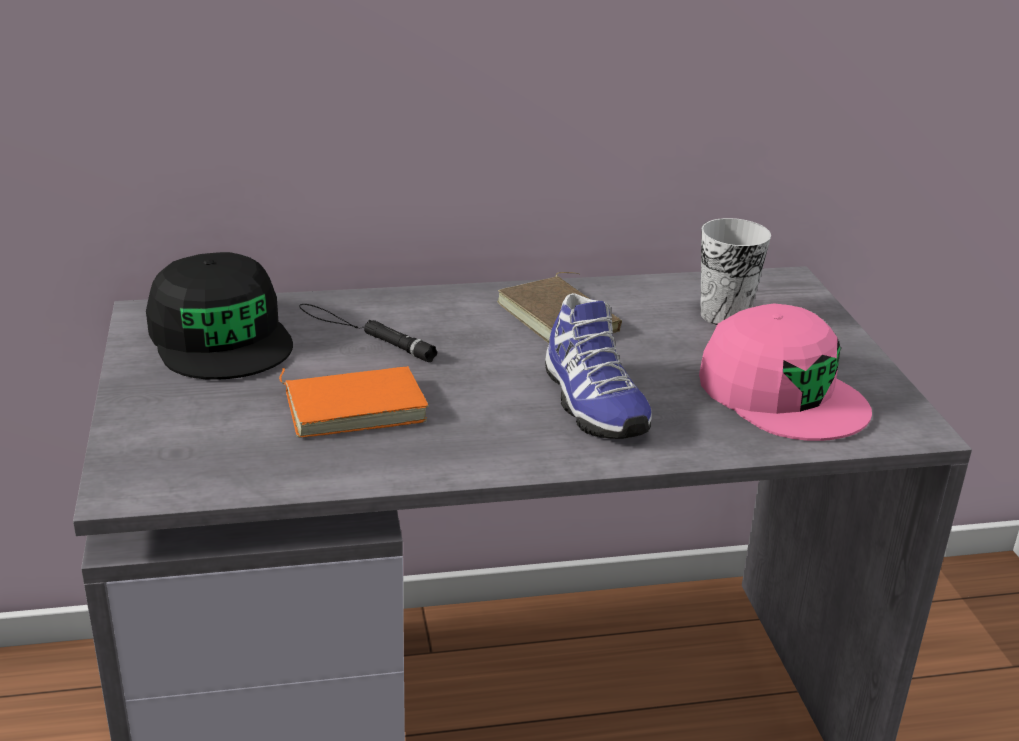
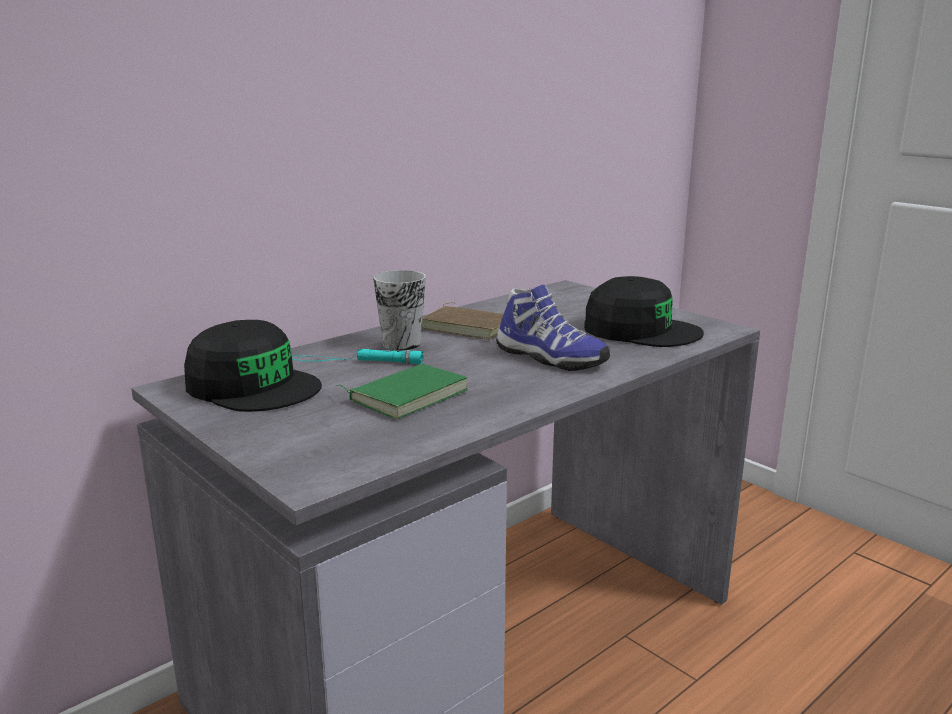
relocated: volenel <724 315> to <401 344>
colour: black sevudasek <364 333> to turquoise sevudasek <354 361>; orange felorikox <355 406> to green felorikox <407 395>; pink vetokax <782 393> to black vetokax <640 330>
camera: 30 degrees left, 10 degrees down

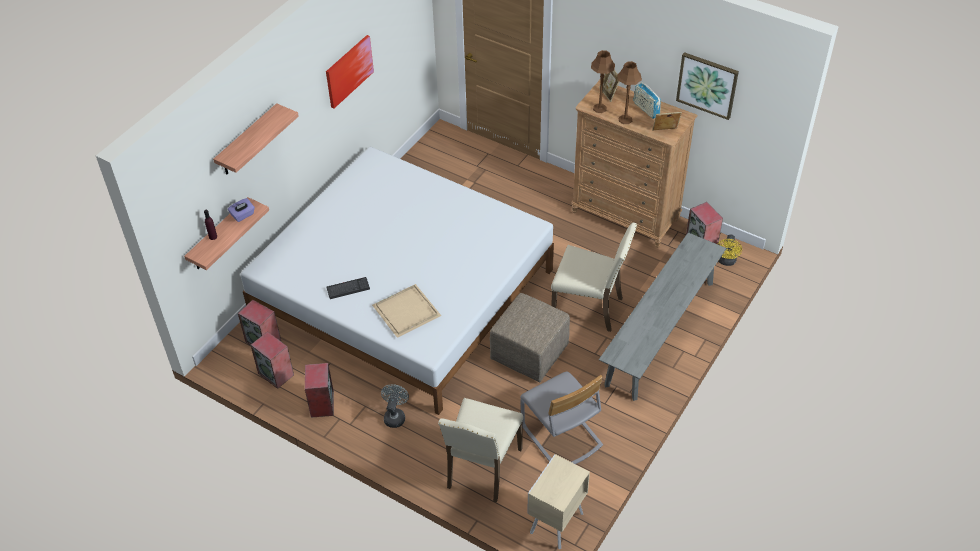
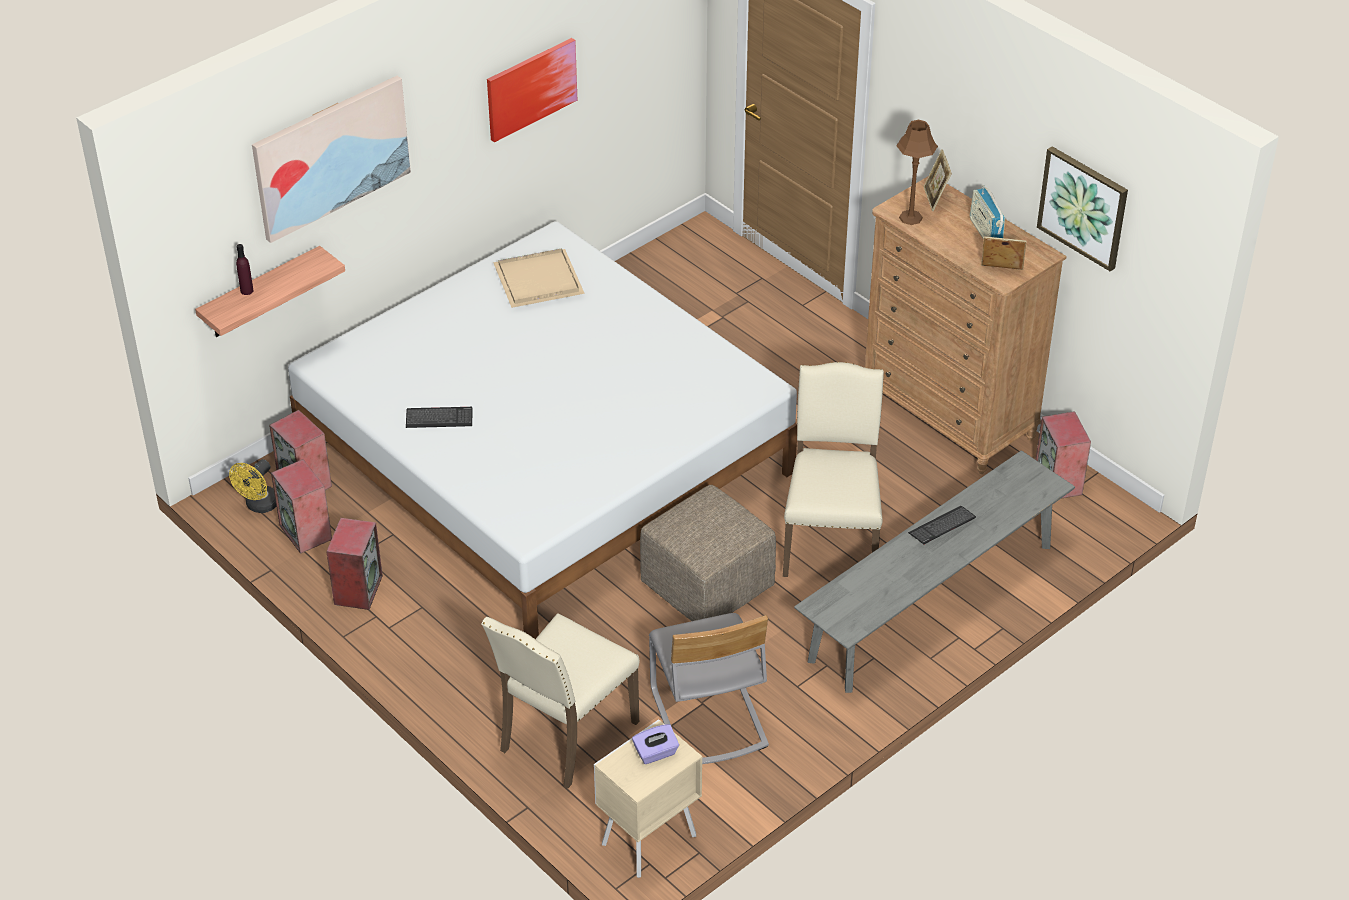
missing: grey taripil <395 416>; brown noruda <625 119>
appeared: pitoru <942 526>
relocated: yellow taripil <726 261> to <259 506>; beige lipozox <406 313> to <537 281>; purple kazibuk <243 215> to <656 753>
exchanged: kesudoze <248 141> to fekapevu <331 156>
spun: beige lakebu <589 308> = <831 541> 120 degrees counterclockwise
camera: 15 degrees right, 5 degrees down

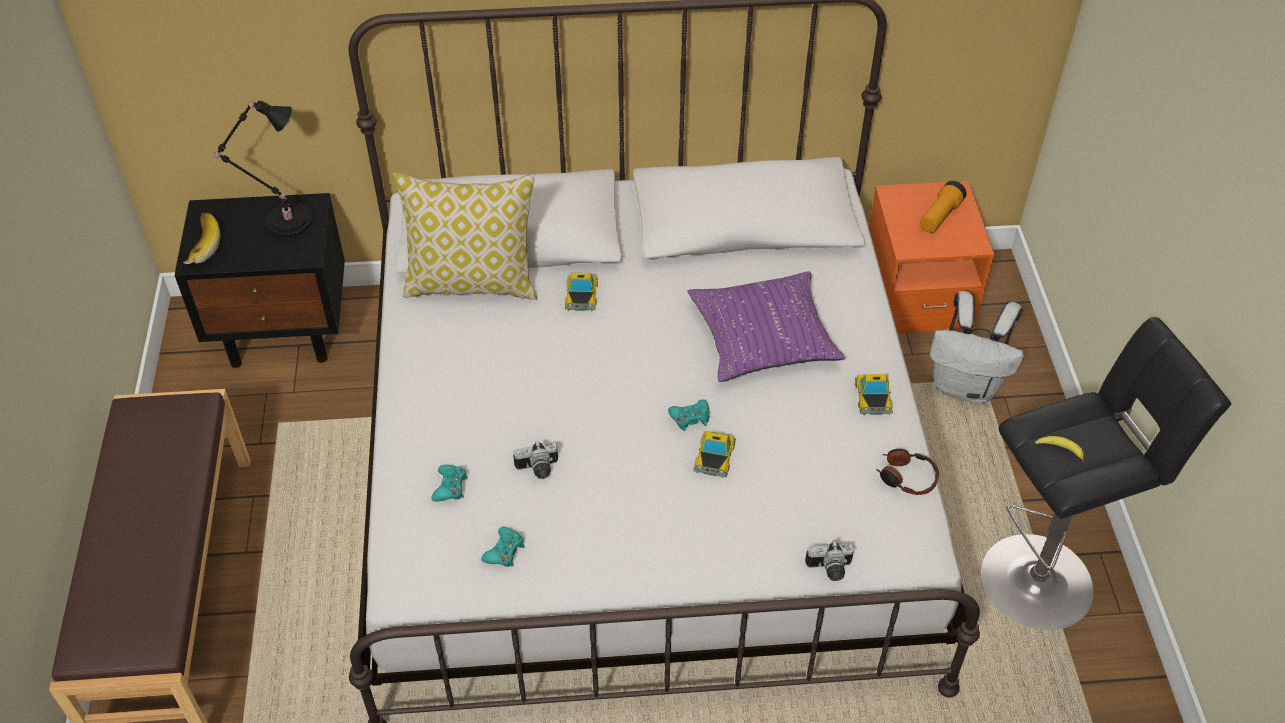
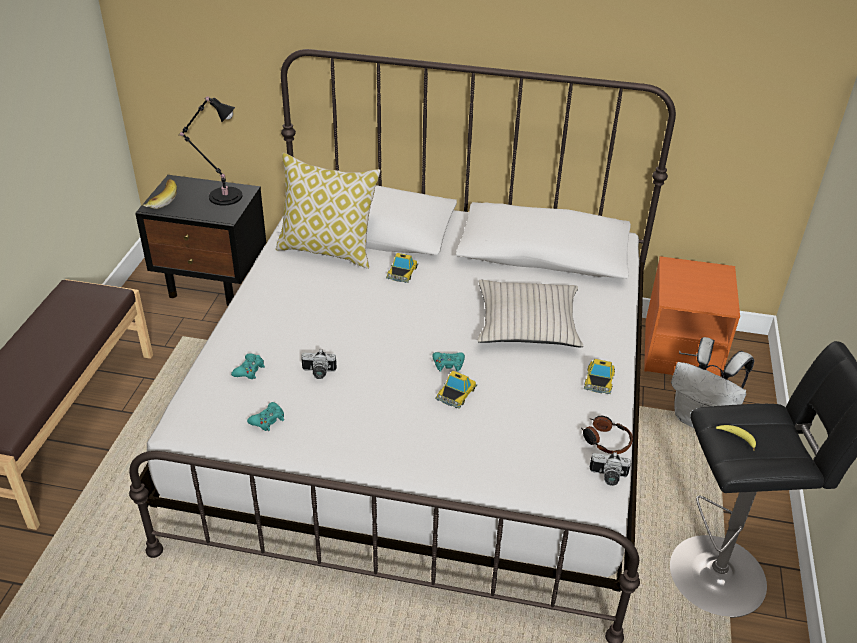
missing: sevudasek <940 216>
relocated: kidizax <829 570> to <608 477>
colour: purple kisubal <764 337> to beige kisubal <527 324>
camera: 15 degrees right, 10 degrees down

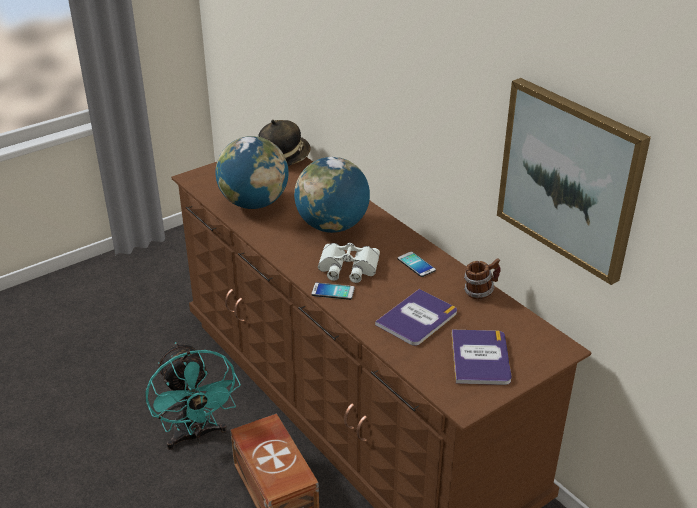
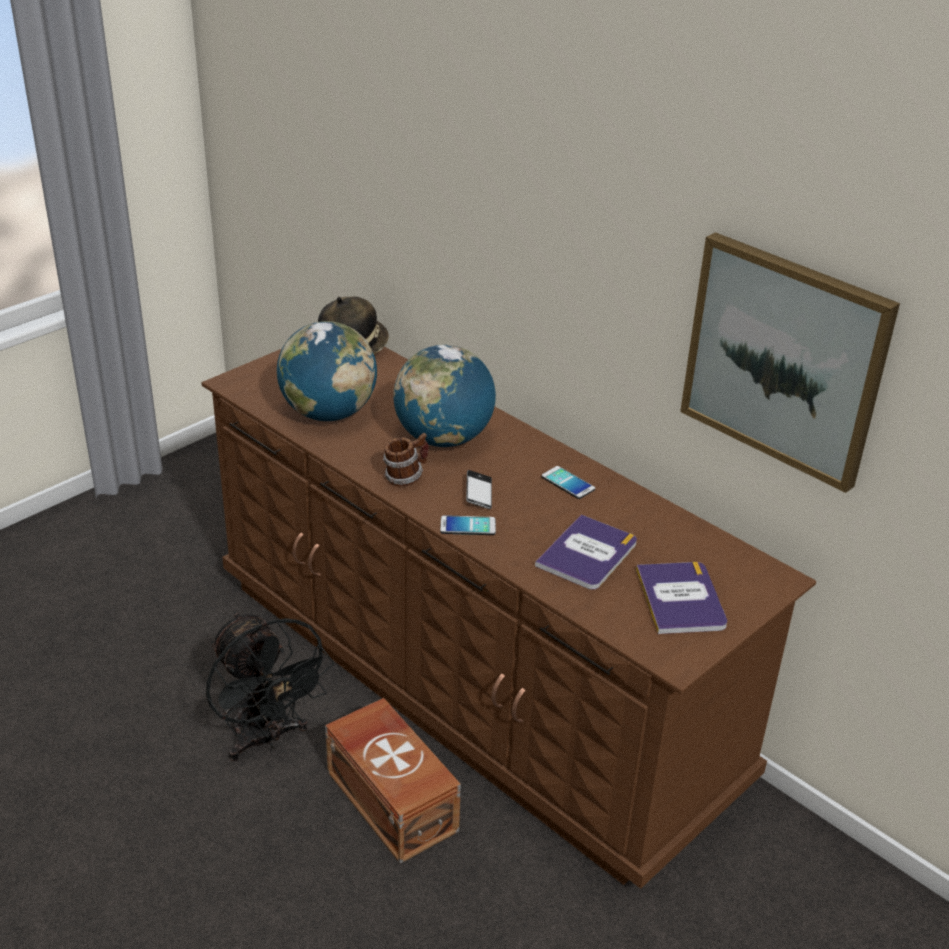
relocated: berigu <480 292> to <405 477>
exchanged: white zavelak <347 268> to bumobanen <478 493>
colour: turquoise taripil <196 435> to black taripil <266 739>
camera: 10 degrees left, 0 degrees up

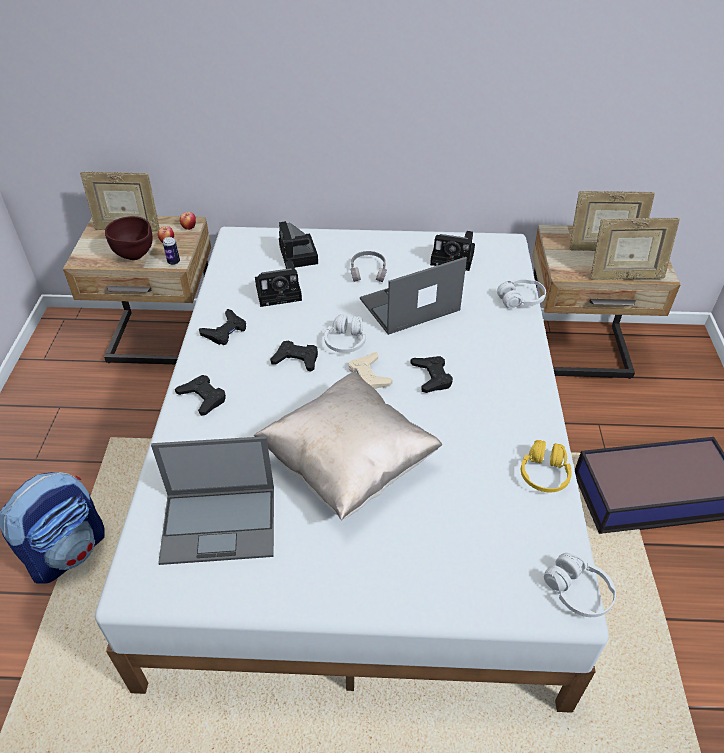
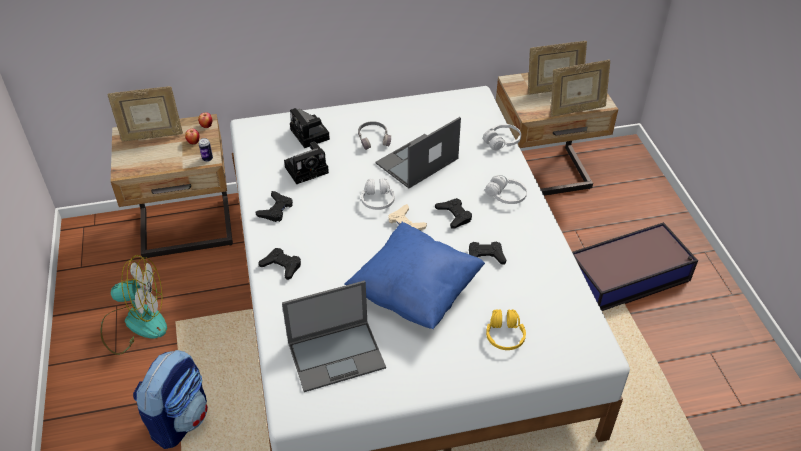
missing: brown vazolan <136 257>; kidizax <454 258>
appeared: taripil <135 323>
relocated: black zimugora <296 359> to <485 256>; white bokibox <577 592> to <506 196>; yellow bokibox <544 474> to <504 335>
colour: beige kisubal <348 464> to blue kisubal <415 292>
camera: 15 degrees left, 0 degrees up

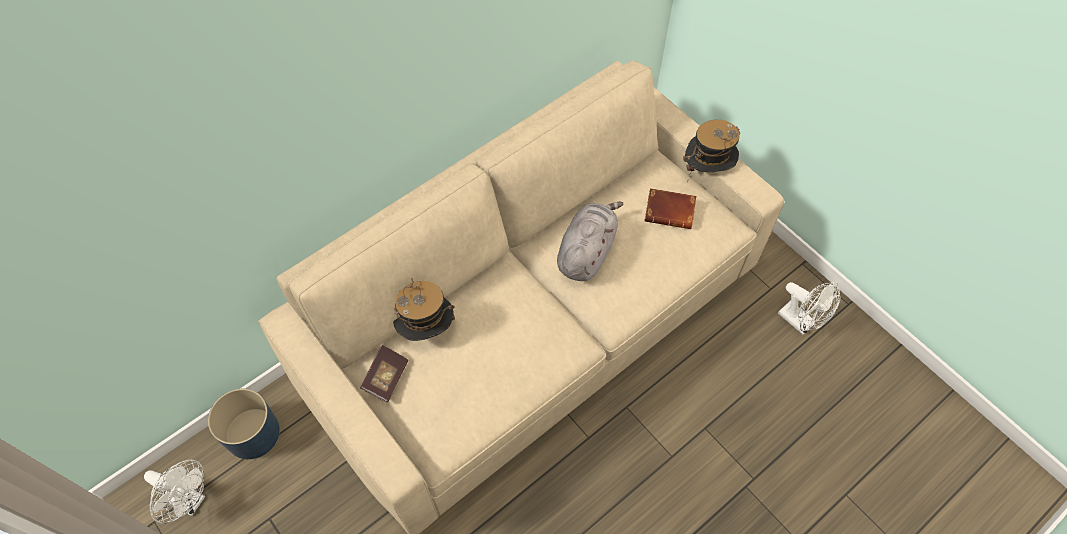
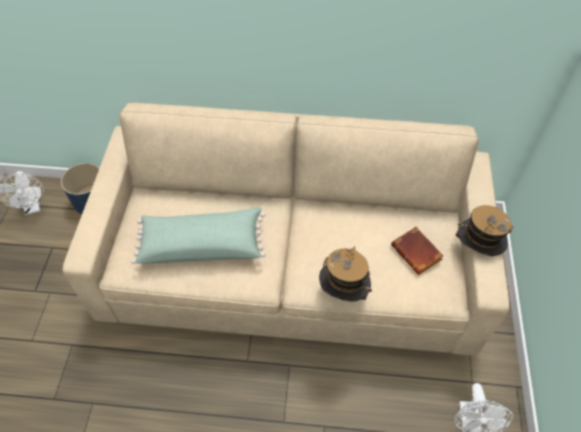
missing: felorikox <386 378>; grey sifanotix <586 251>
appeared: green kisubal <202 244>
relocated: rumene <426 329> to <343 292>
camera: 45 degrees right, 5 degrees down

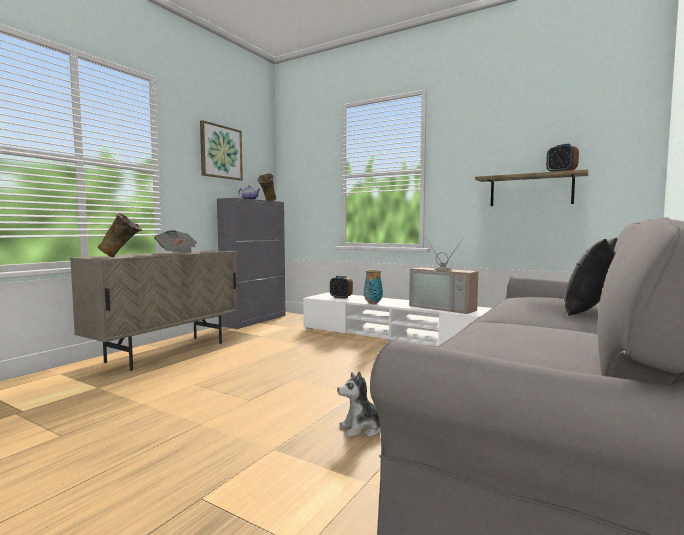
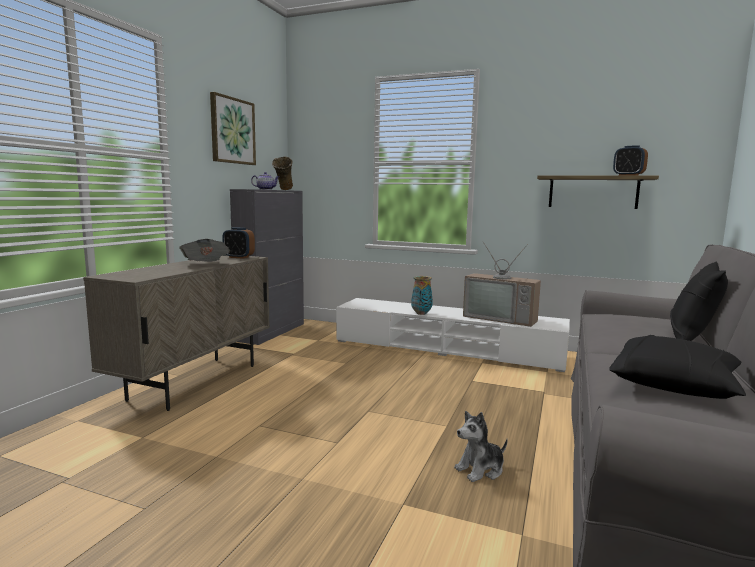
missing: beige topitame <122 257>
appeared: black kisubal <674 385>
relocated: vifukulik <341 297> to <239 257>
camera: 10 degrees left, 5 degrees up

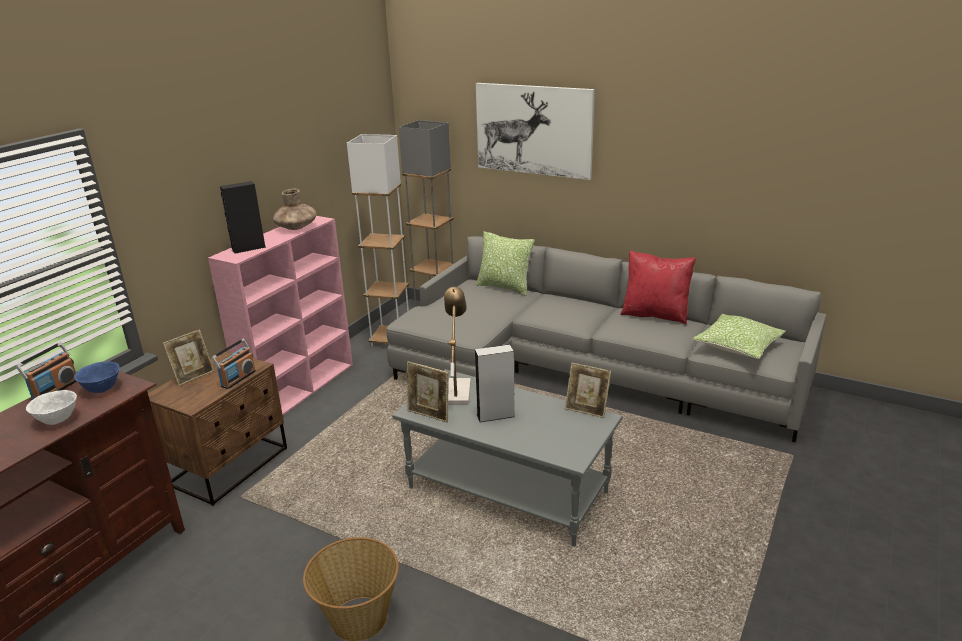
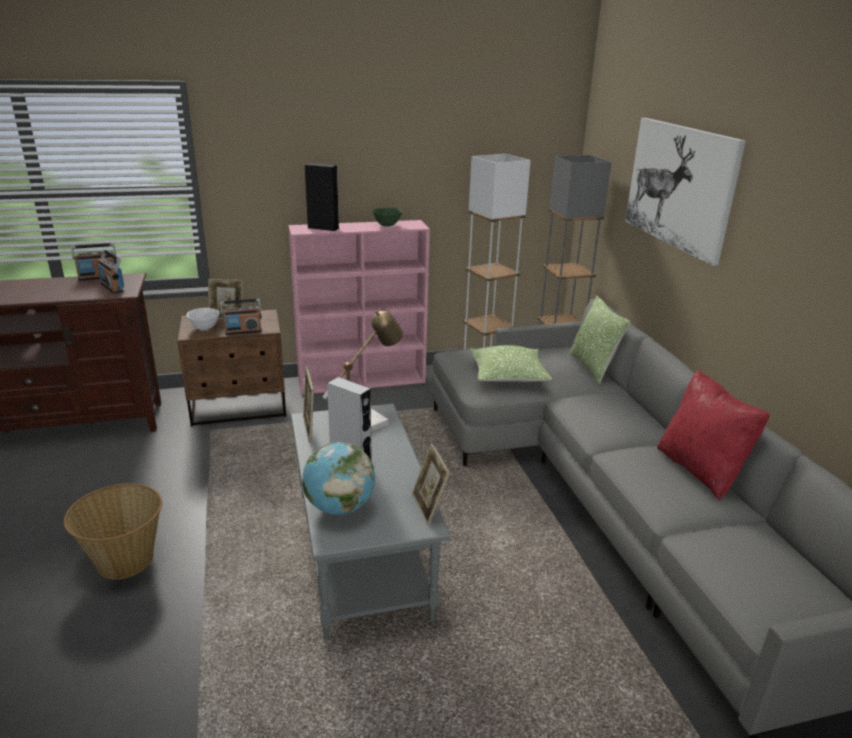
appeared: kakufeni <339 507>
relocated: white vazolan <57 420> to <204 328>; kisubal <737 346> to <508 375>
exchanged: blue vazolan <102 389> to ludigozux <112 287>; brown topitame <296 227> to green vazolan <387 225>
camera: 45 degrees right, 0 degrees up

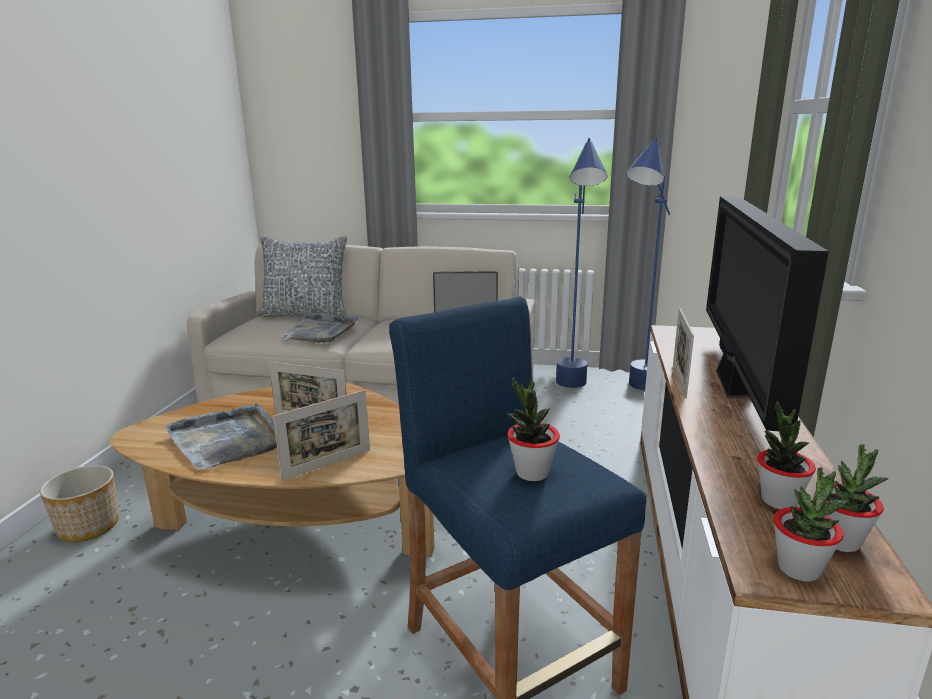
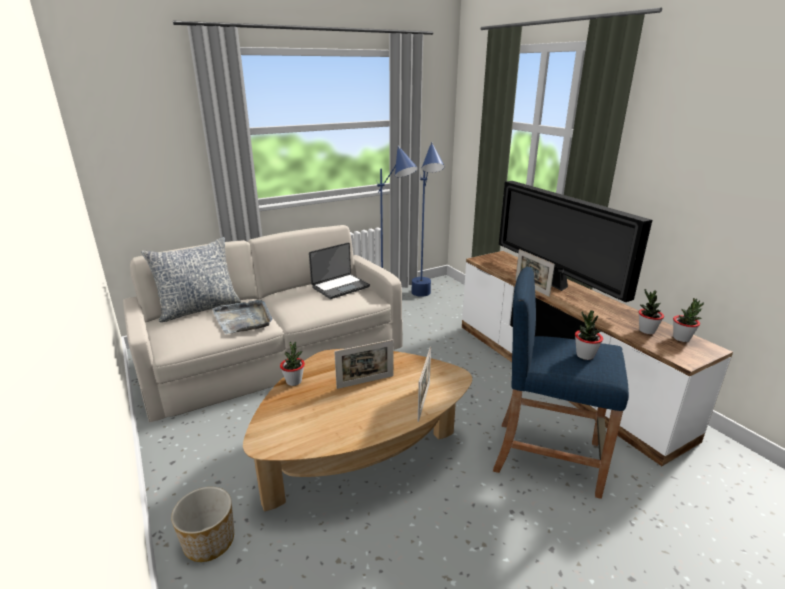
missing: grey lipozox <228 440>
relocated: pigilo <799 569> to <294 381>
camera: 40 degrees left, 5 degrees up

